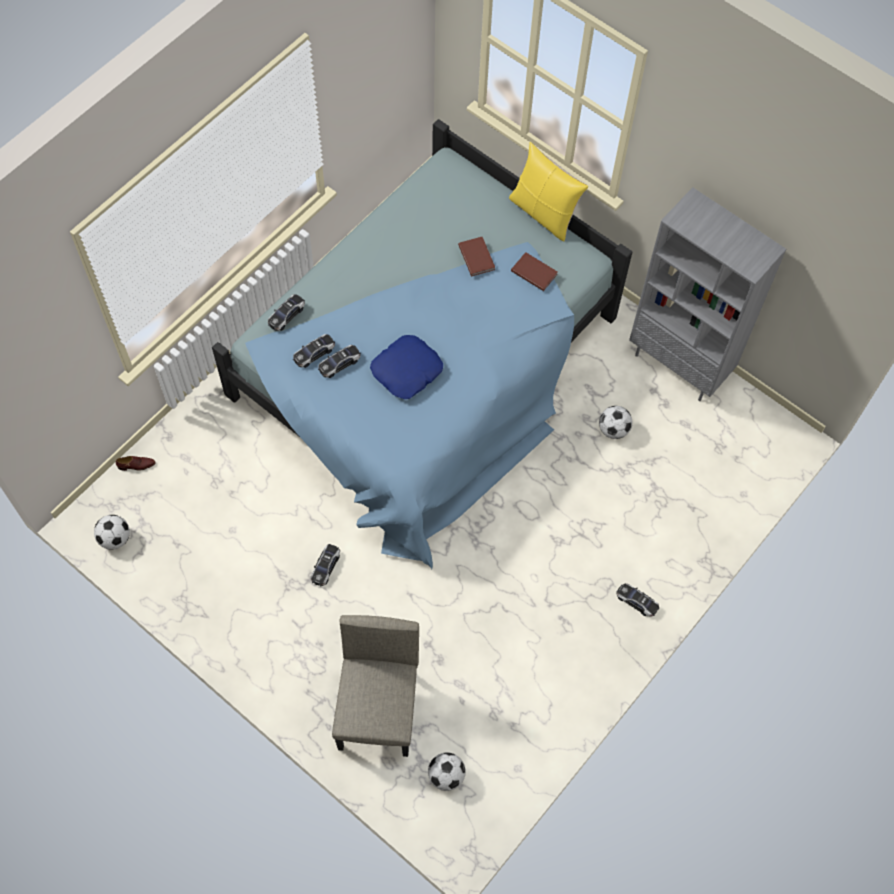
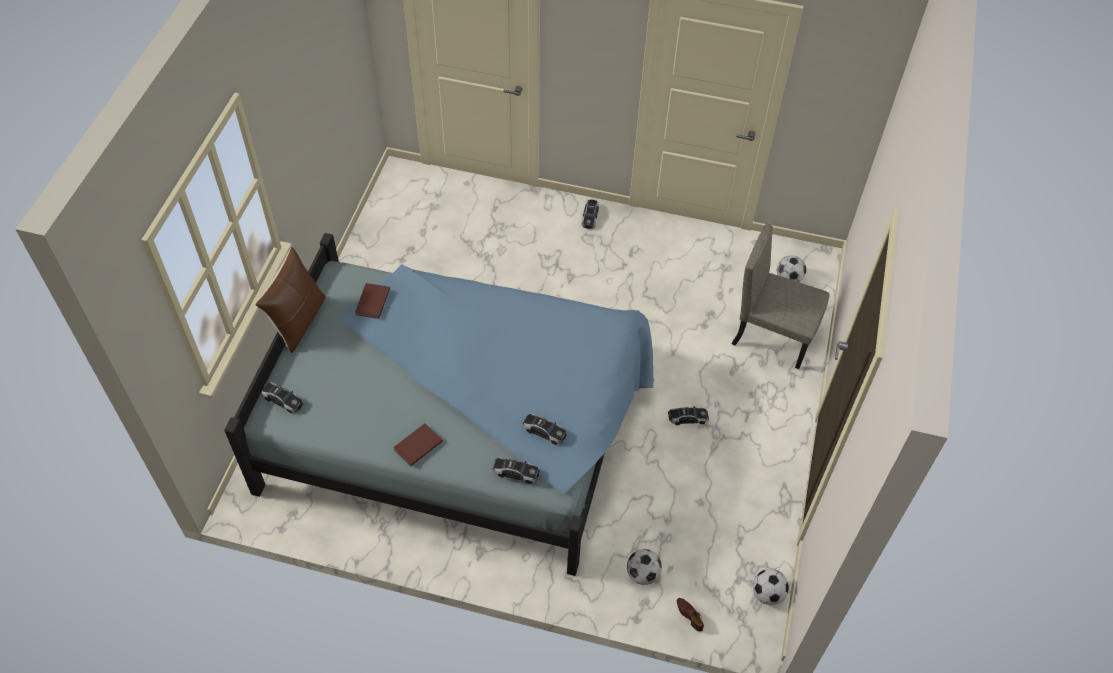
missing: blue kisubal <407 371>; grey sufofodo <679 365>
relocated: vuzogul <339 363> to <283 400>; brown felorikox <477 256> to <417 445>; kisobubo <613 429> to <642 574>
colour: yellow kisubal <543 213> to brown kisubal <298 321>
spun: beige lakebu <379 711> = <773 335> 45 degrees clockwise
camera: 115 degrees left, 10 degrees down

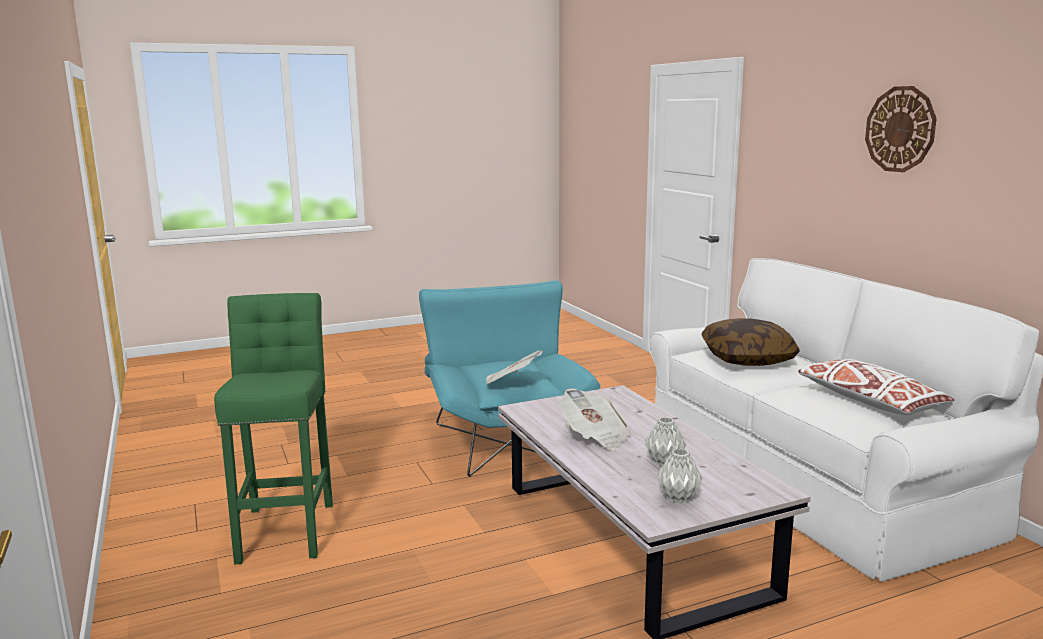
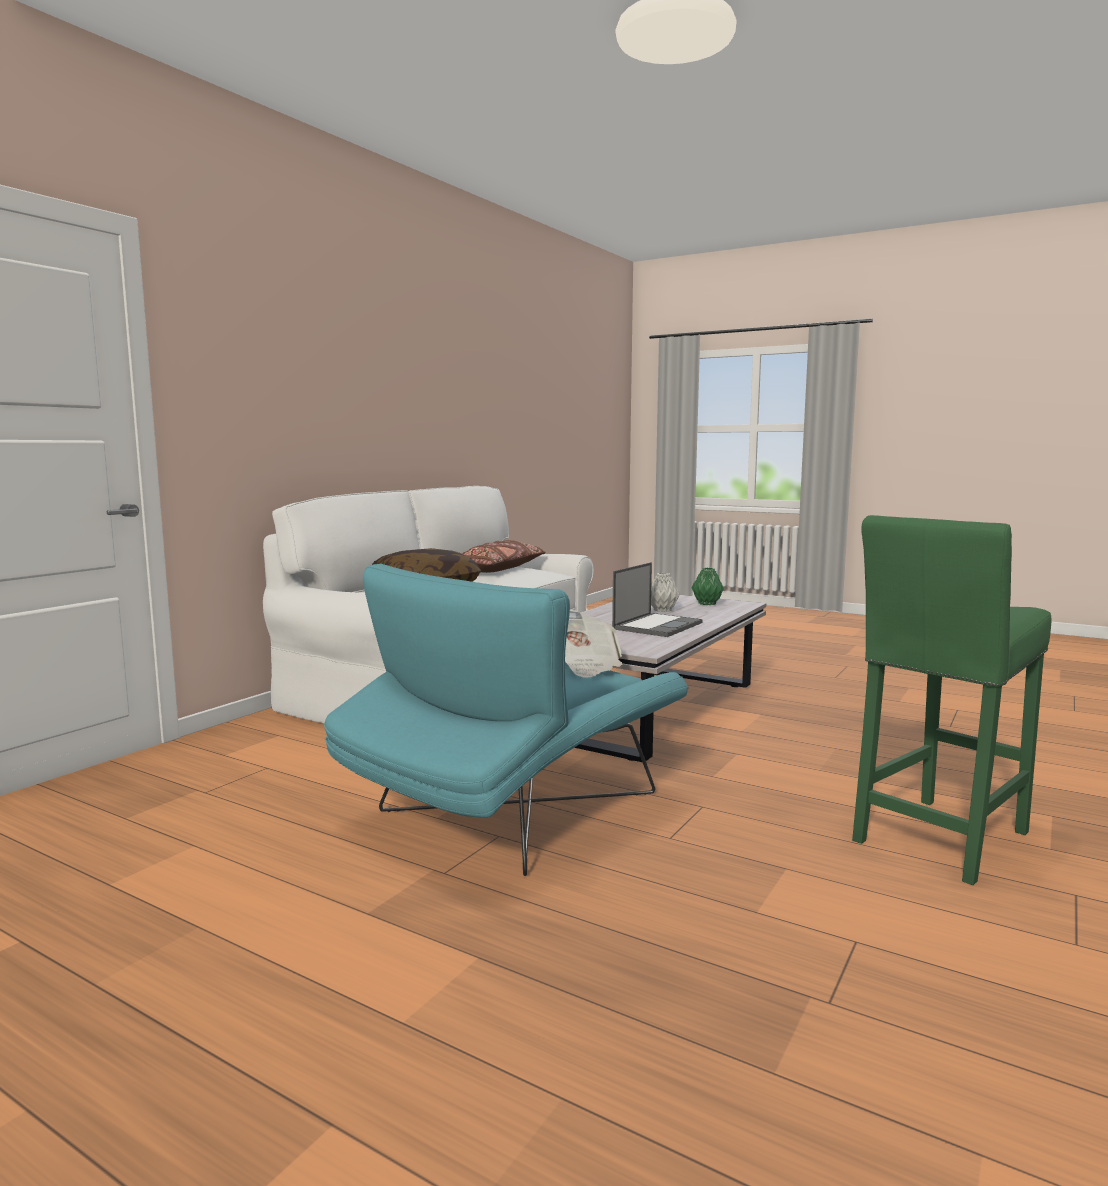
missing: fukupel <900 129>
exchanged: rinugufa <595 437> to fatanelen <657 625>
colour: white kisubal <868 400> to brown kisubal <497 569>; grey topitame <678 497> to green topitame <706 604>
camera: 125 degrees left, 5 degrees down

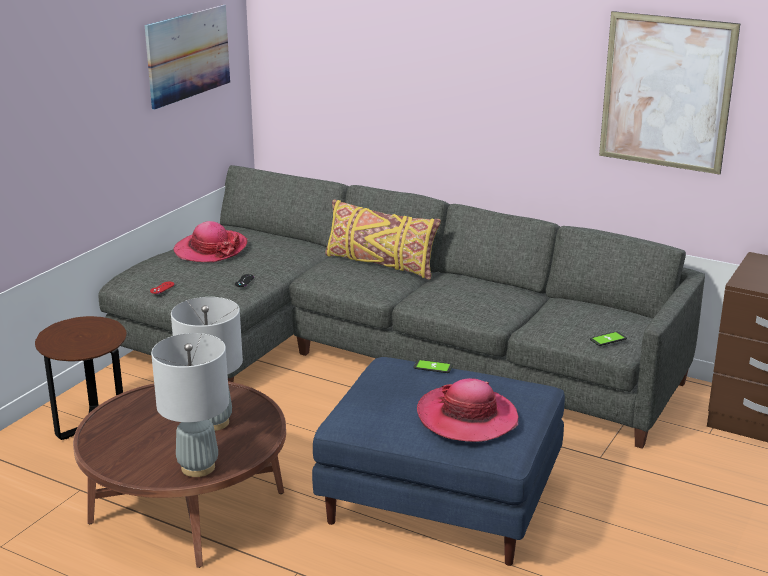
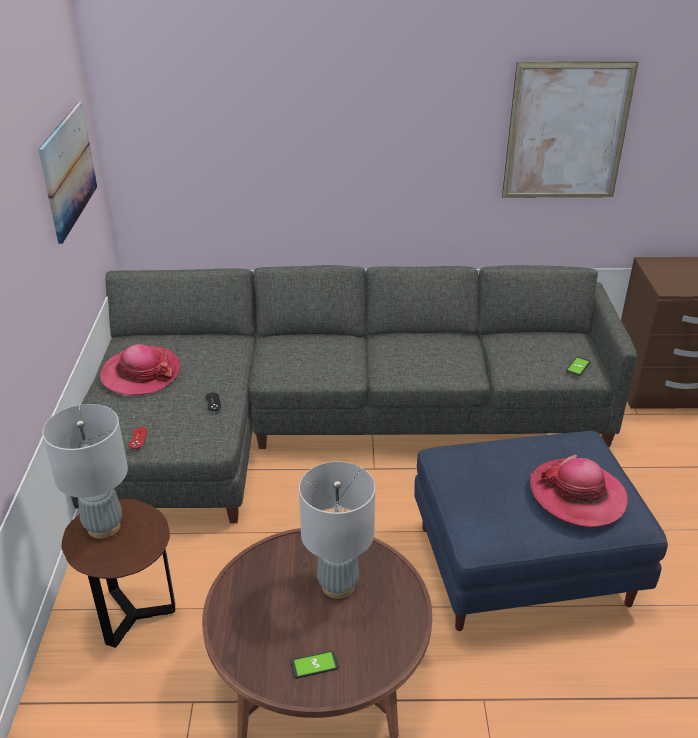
missing: yellow kisubal <380 264>
relocated: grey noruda <198 467> to <104 526>; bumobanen <433 367> to <314 665>
camera: 30 degrees left, 10 degrees up

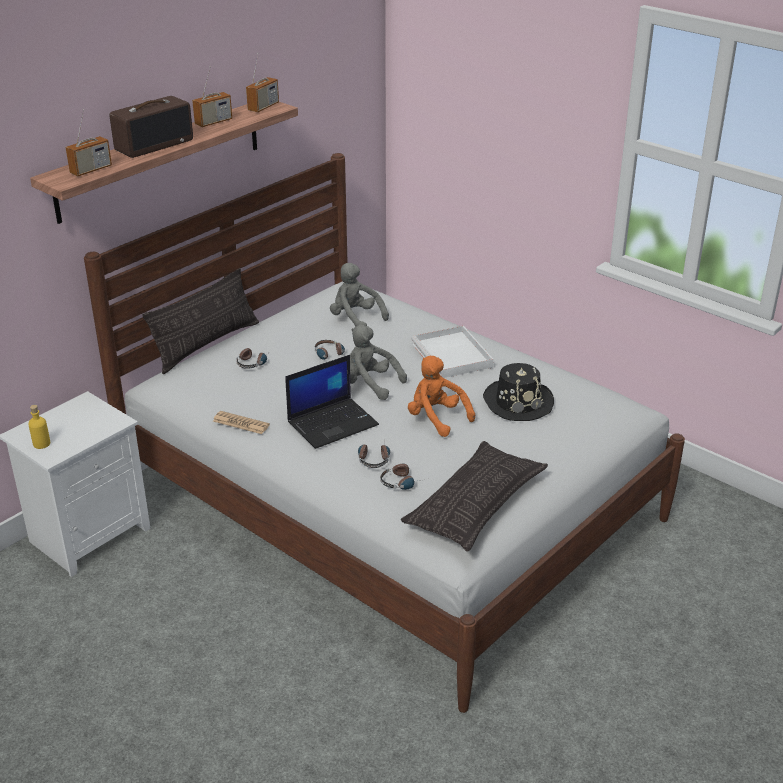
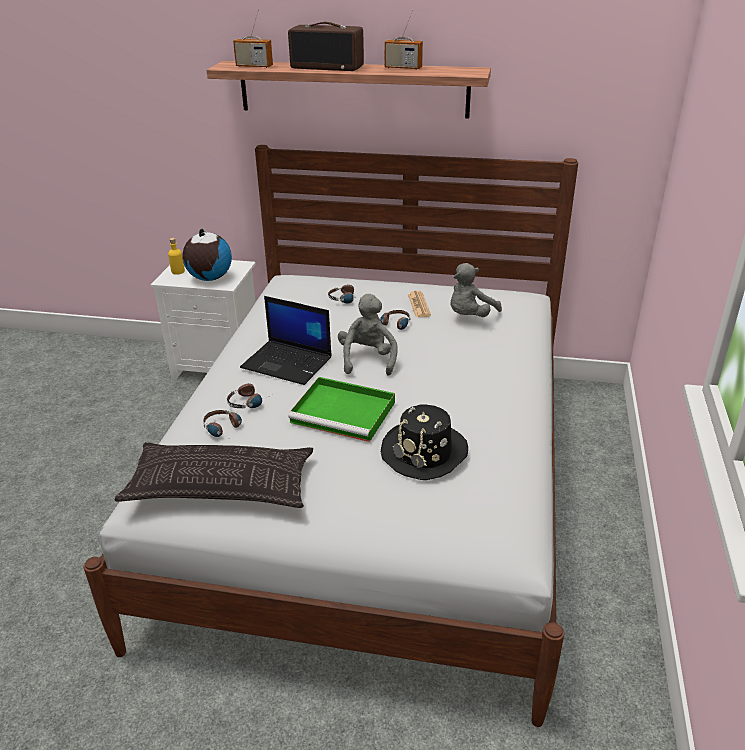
missing: kisubal <206 345>; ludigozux <263 107>; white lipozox <453 356>
appeared: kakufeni <209 278>
relocated: rinugufa <241 423> to <419 305>
exchanged: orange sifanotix <436 418> to green lipozox <345 412>
spun: grey sifanotix <355 319> = <470 316> 150 degrees counterclockwise
camera: 60 degrees right, 0 degrees up

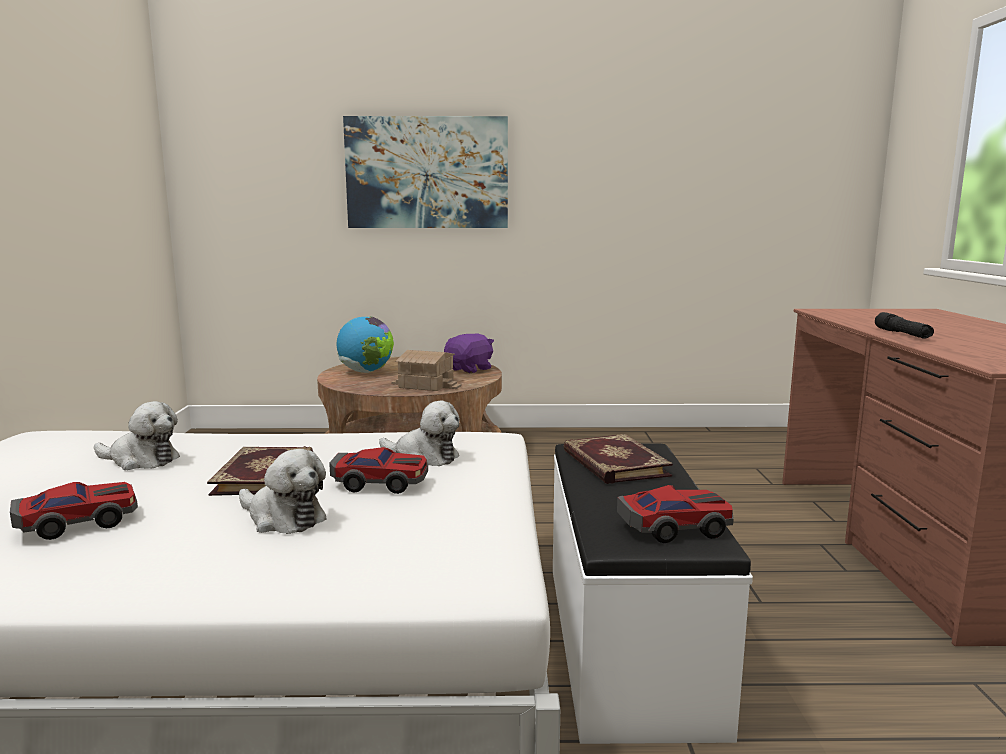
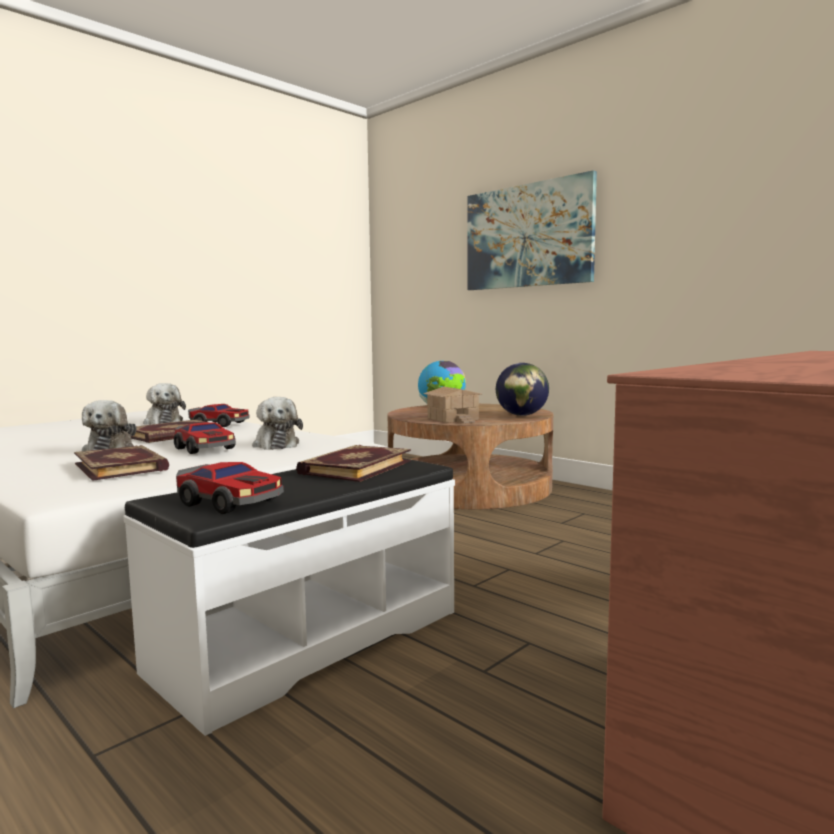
missing: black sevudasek <902 334>
appeared: felorikox <122 466>
relocated: vuzogul <78 522> to <220 424>
exchanged: purple sifanotix <469 369> to kakufeni <521 415>
camera: 45 degrees right, 5 degrees down

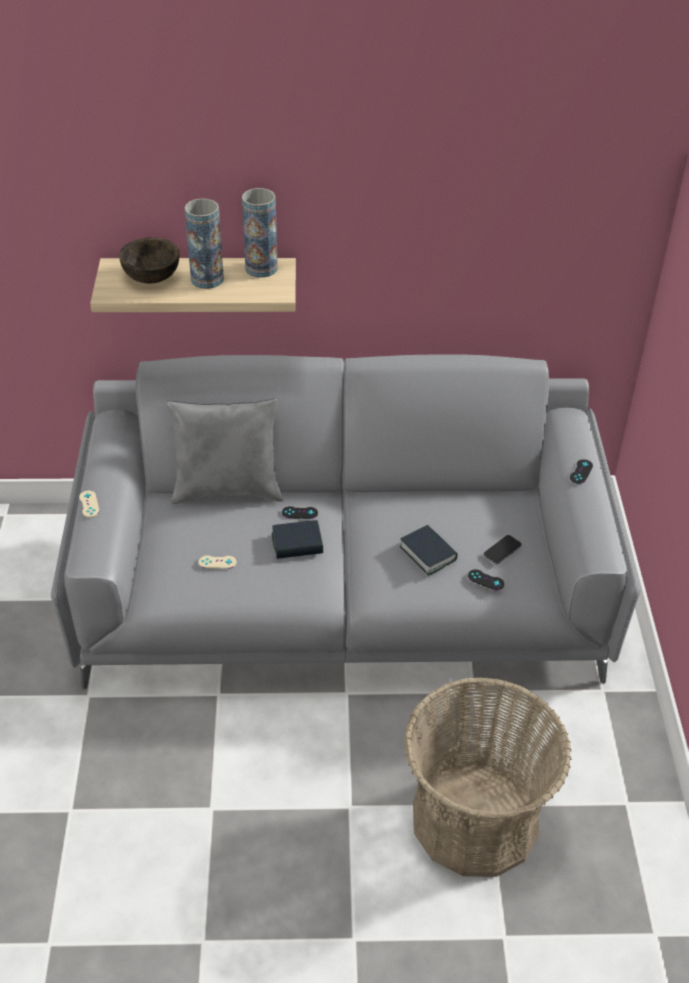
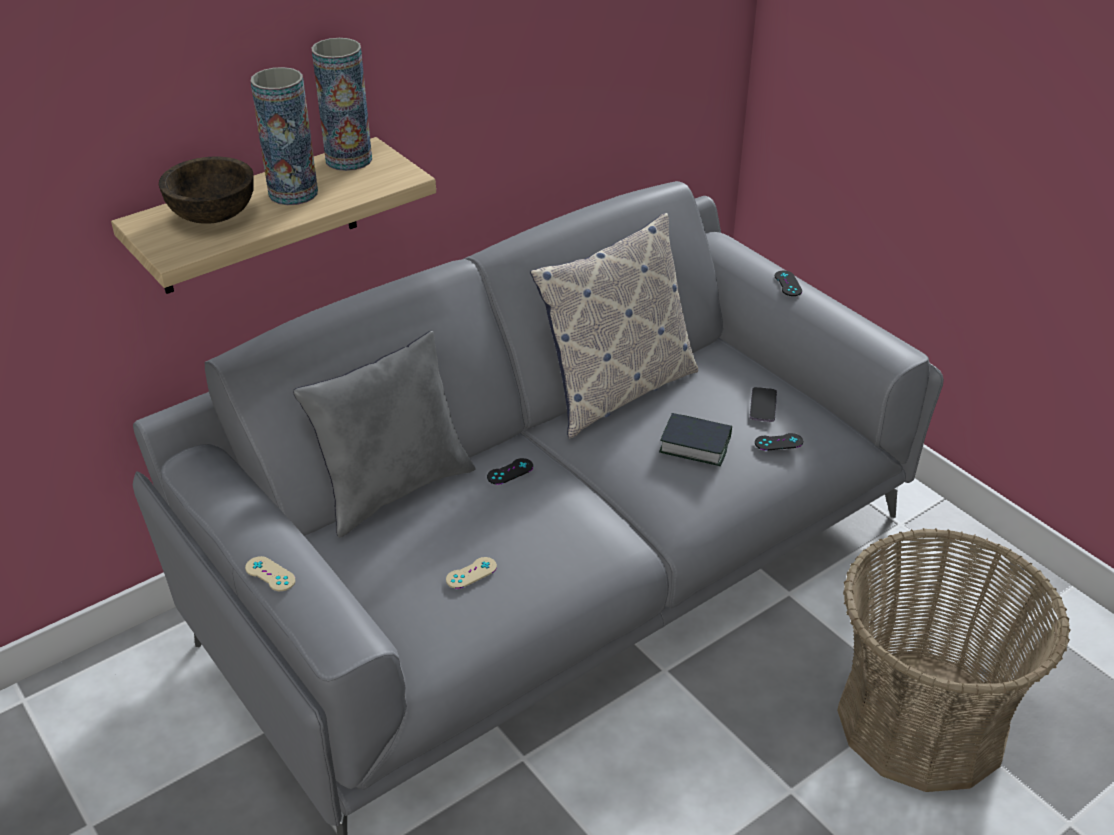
missing: felorikox <297 544>
appeared: kisubal <616 391>
camera: 35 degrees left, 5 degrees down

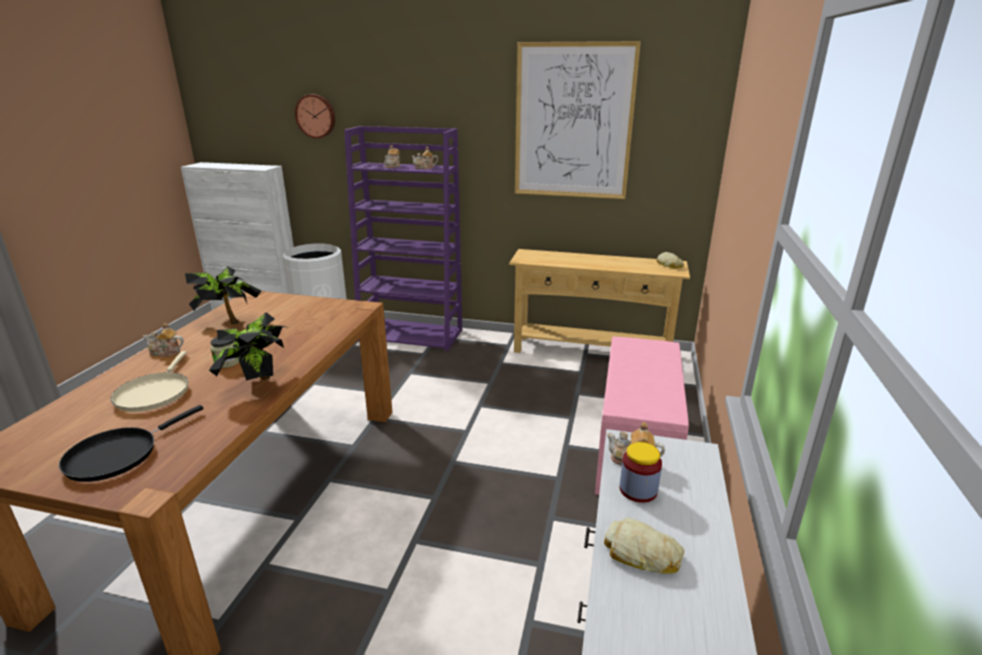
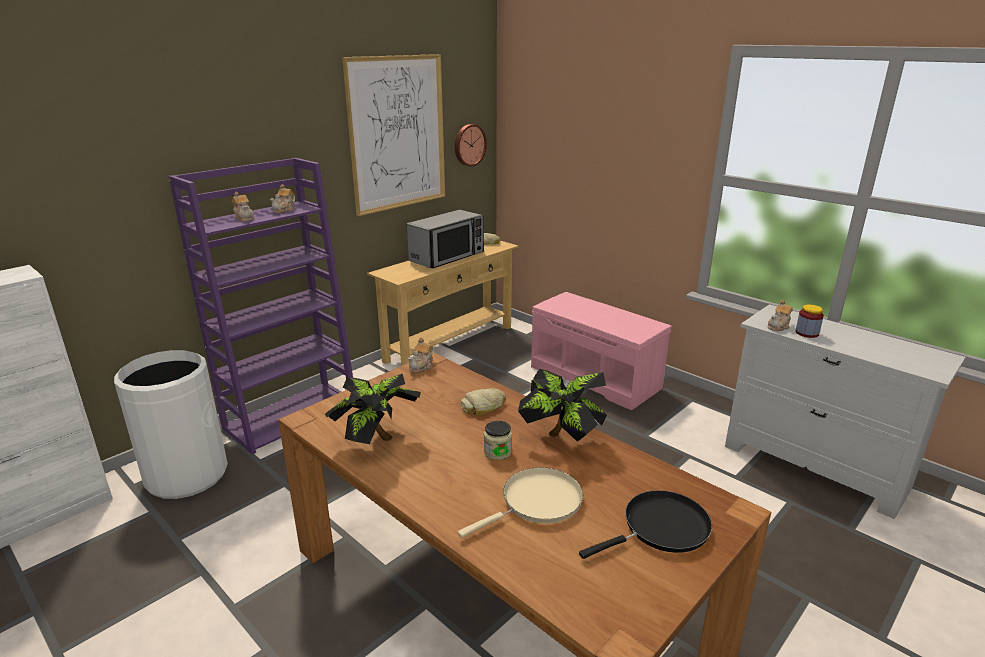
appeared: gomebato <447 257>
relocated: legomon <165 352> to <422 366>; fukupel <316 116> to <469 145>; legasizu <642 554> to <484 406>
spun: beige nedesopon <154 393> = <537 502> 60 degrees counterclockwise; black nedesopon <118 455> = <661 528> 90 degrees counterclockwise
camera: 60 degrees left, 0 degrees up

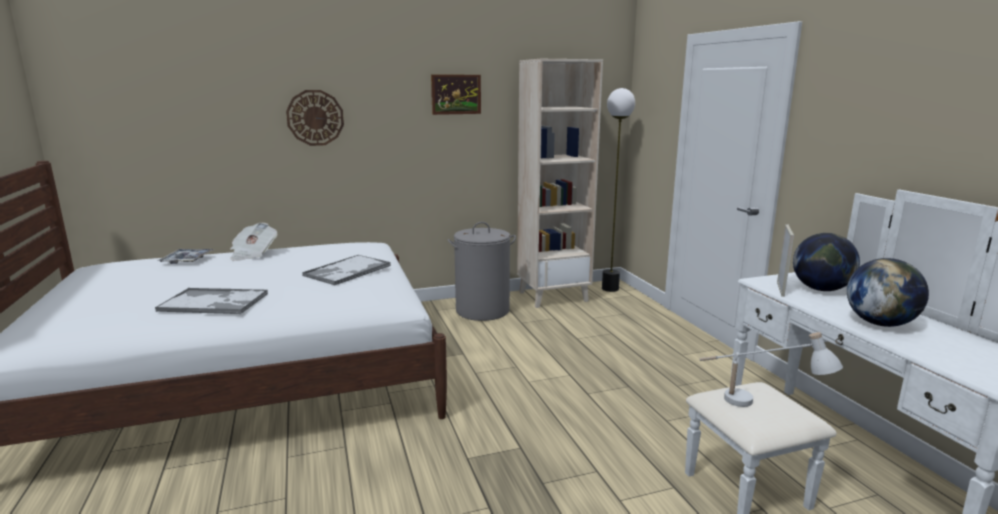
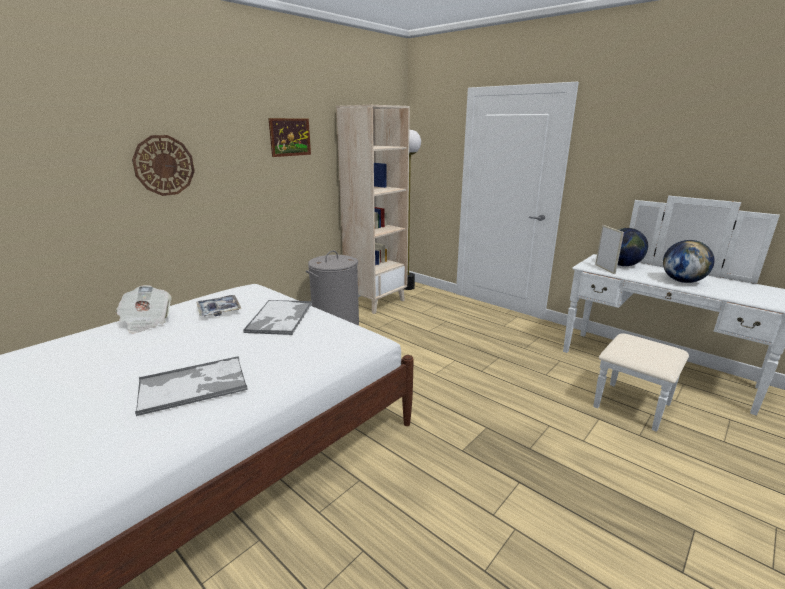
missing: white noruda <759 406>
relocated: lipozox <187 260> to <219 310>
camera: 30 degrees left, 5 degrees up

